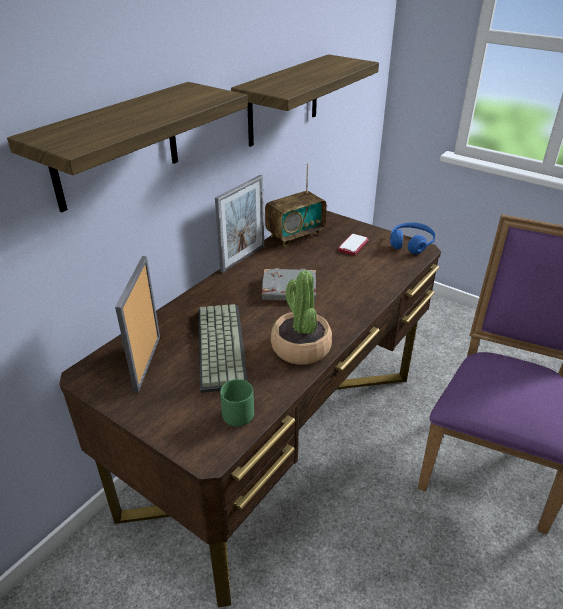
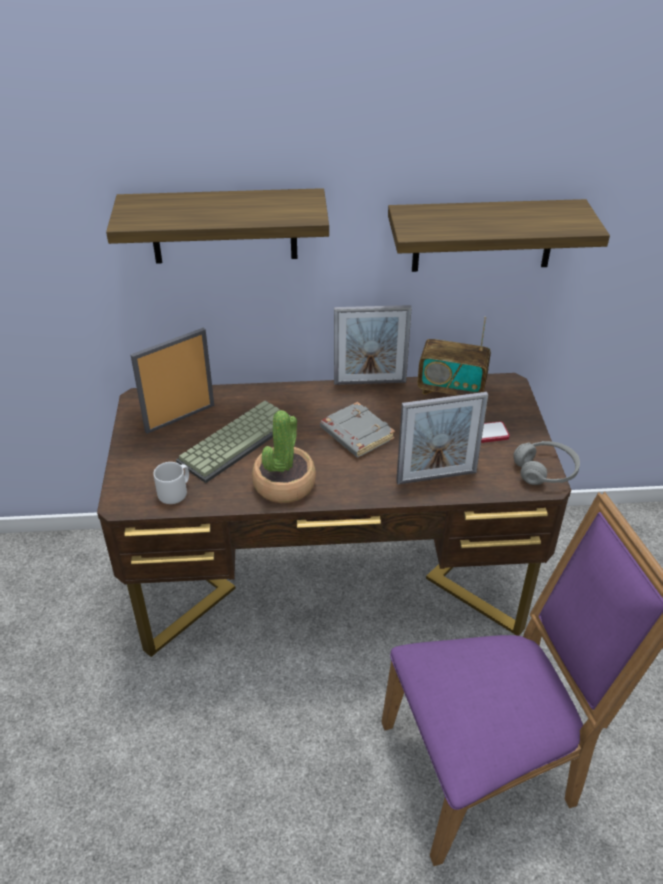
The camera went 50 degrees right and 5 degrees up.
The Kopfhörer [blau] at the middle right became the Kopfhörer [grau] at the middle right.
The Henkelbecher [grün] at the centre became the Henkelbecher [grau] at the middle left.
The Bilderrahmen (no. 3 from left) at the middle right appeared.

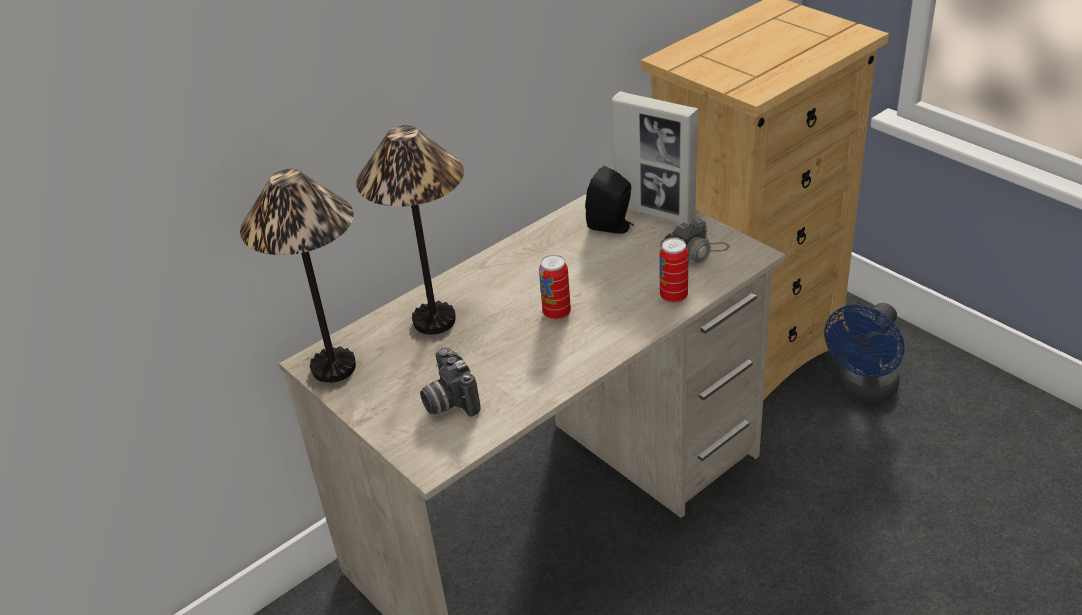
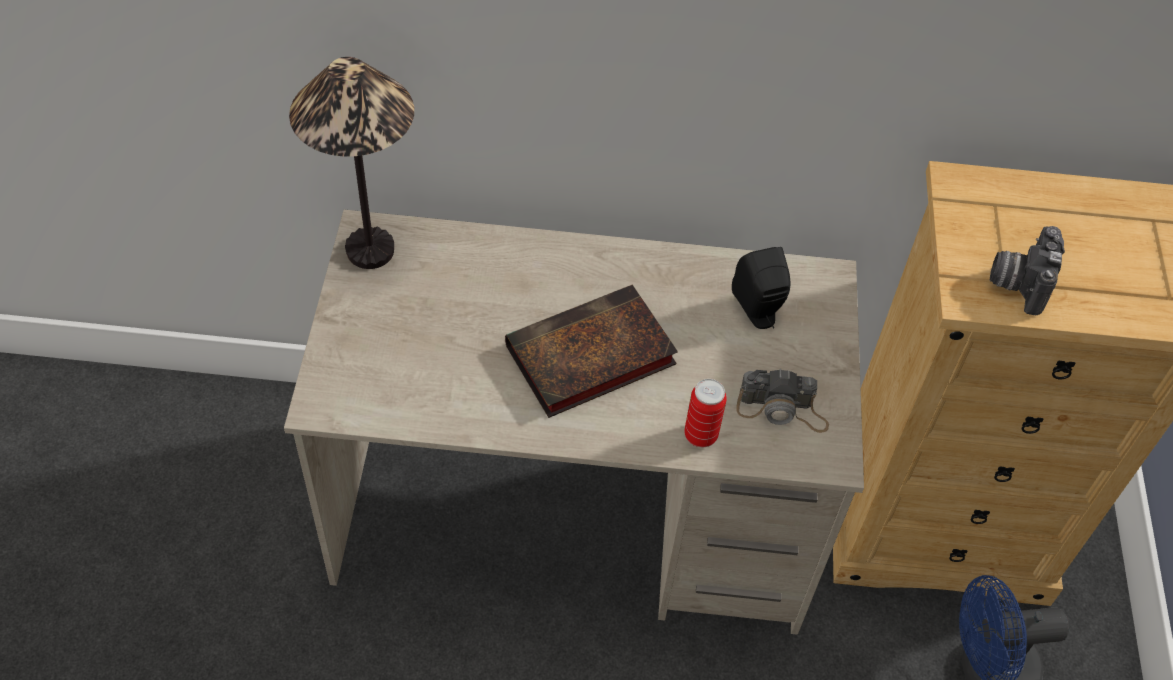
The camera went 40 degrees right and 15 degrees up.
The Bilderrahmen at the top centre disappeared.
The Tischlampe (no. 2 from left) at the centre disappeared.
The Dose (no. 1 from left) at the centre was replaced by the Buch at the centre.
The Kamera (no. 1 from left in the first image) moved from the centre to the middle right.

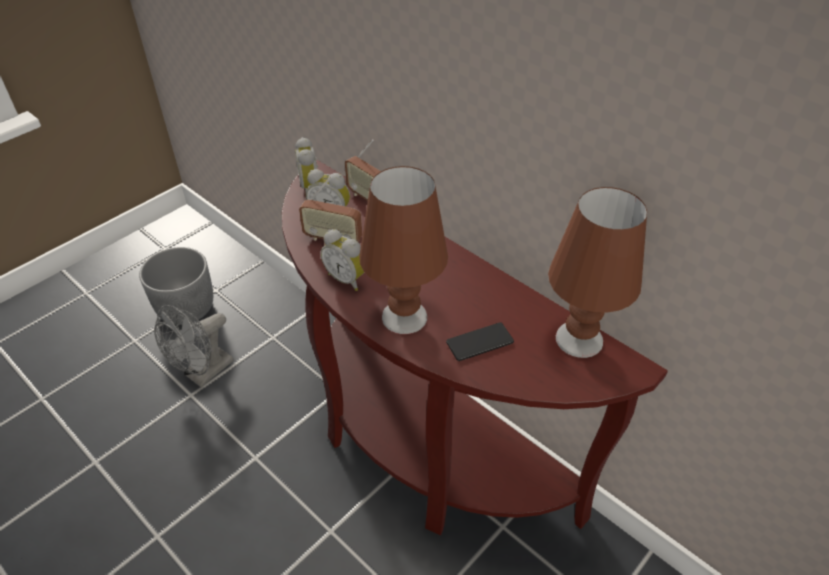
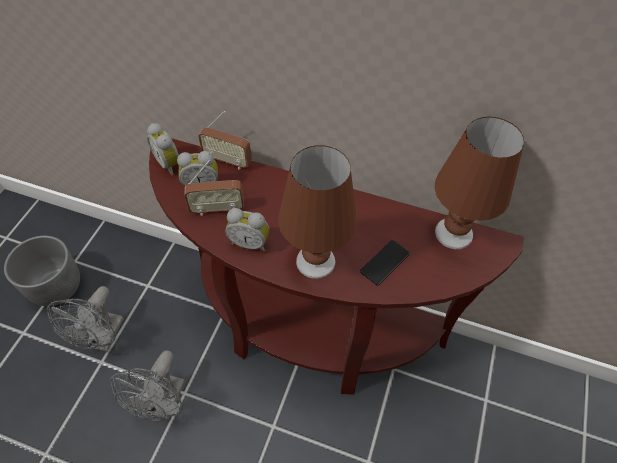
The camera went 25 degrees left and 10 degrees up.
The Ventilator [grau] (no. 2 from left) at the bottom left appeared.

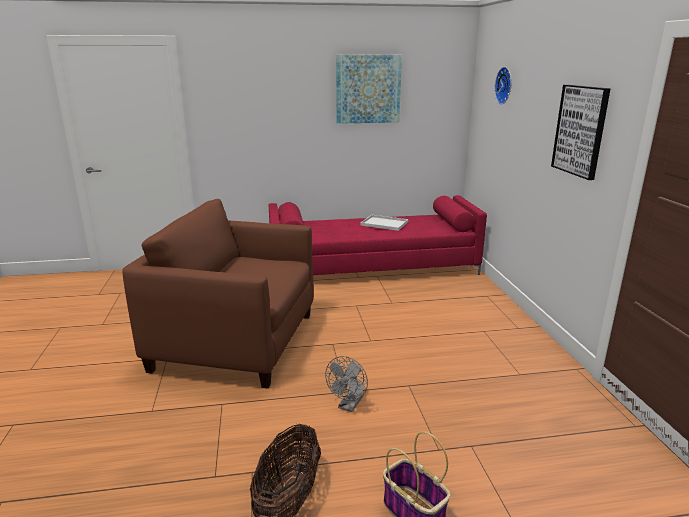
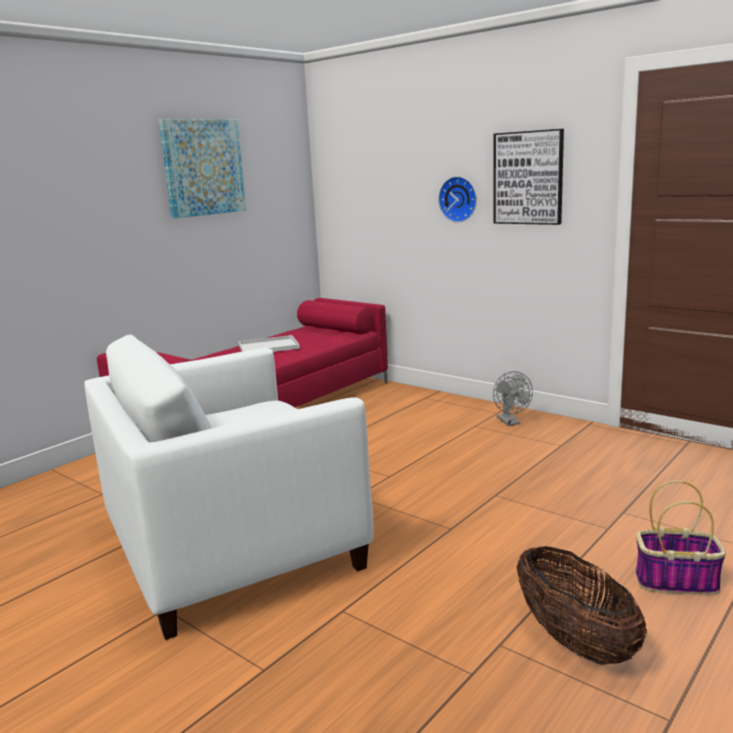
The camera went 40 degrees left and 5 degrees down.
The Wanduhr moved from the top right to the top centre.
The Sessel [braun] at the middle left became the Sessel [weiß] at the middle left.
The Ventilator [grau] moved from the bottom centre to the middle right.

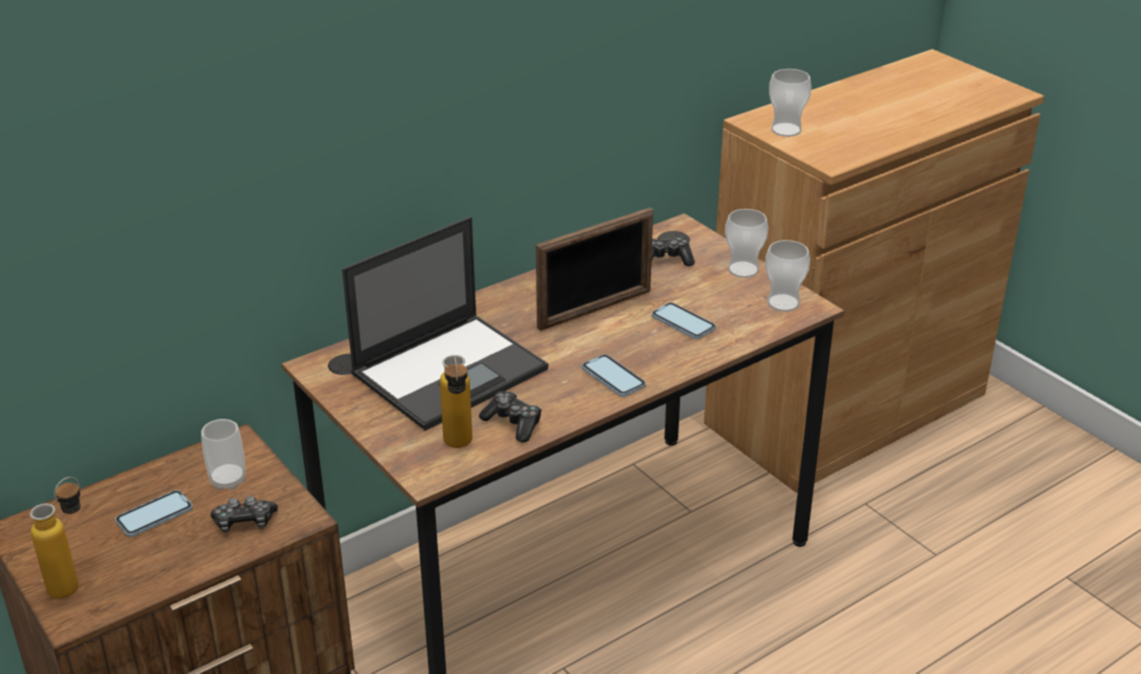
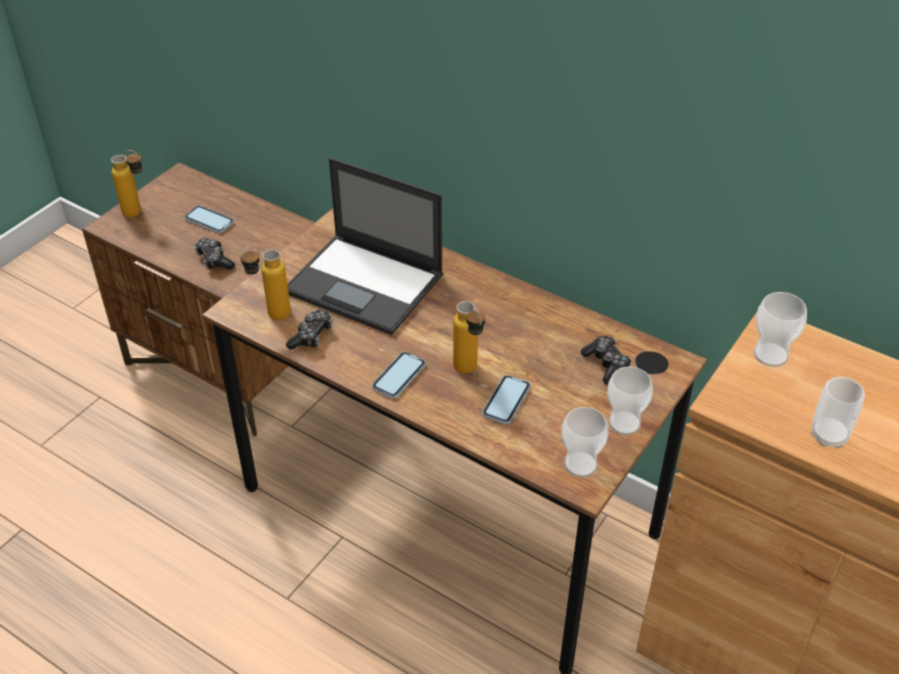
The camera went 70 degrees right and 10 degrees up.
The Bilderrahmen at the centre disappeared.
The Tasse (no. 1 from left in the first image) moved from the bottom left to the middle right.
The Flasche (no. 3 from left) at the centre appeared.

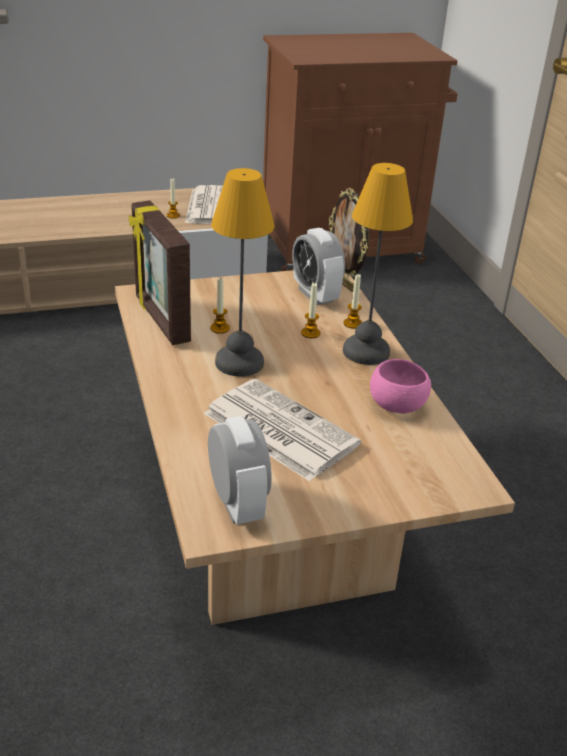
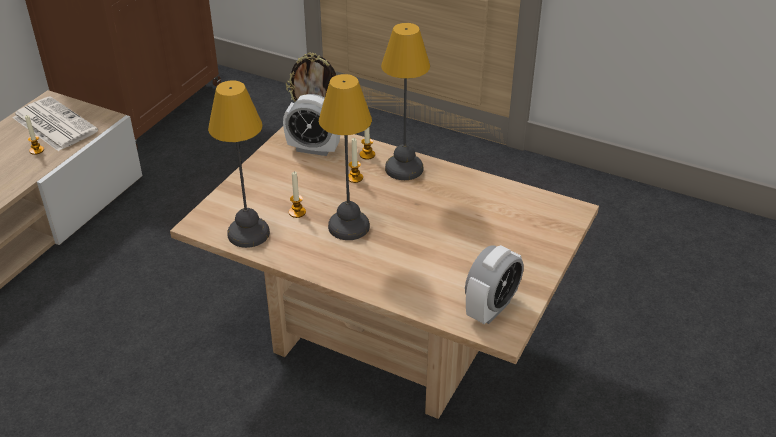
The camera went 45 degrees left and 5 degrees up.
The Bilderrahmen (no. 1 from left) at the middle left was replaced by the Tischlampe (no. 1 from left) at the middle left.
The Schüssel [rosa] at the middle right disappeared.
The Zeitung (no. 2 from left) at the centre disappeared.
The Wecker (no. 1 from left in the first image) at the centre turned 105 degrees clockwise.

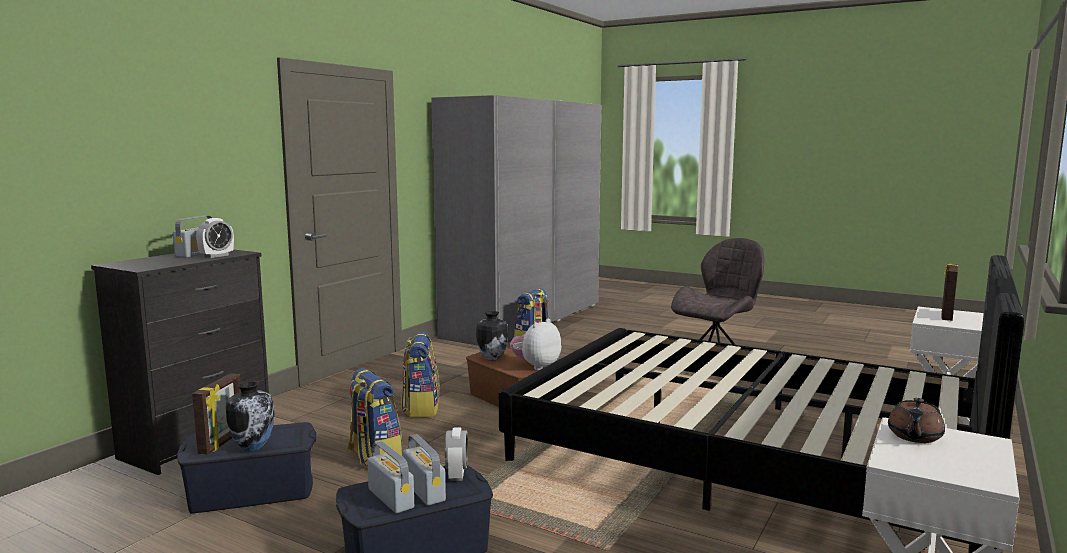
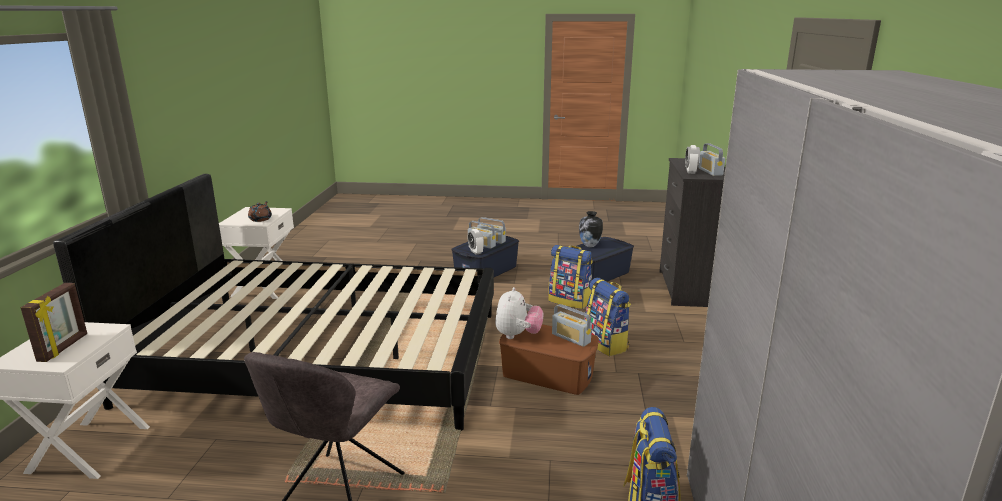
The camera went 155 degrees right and 10 degrees up.
The Vase (no. 2 from left) at the centre was replaced by the Radio (no. 3 from left) at the centre.
The Bilderrahmen (no. 1 from left) at the bottom left disappeared.

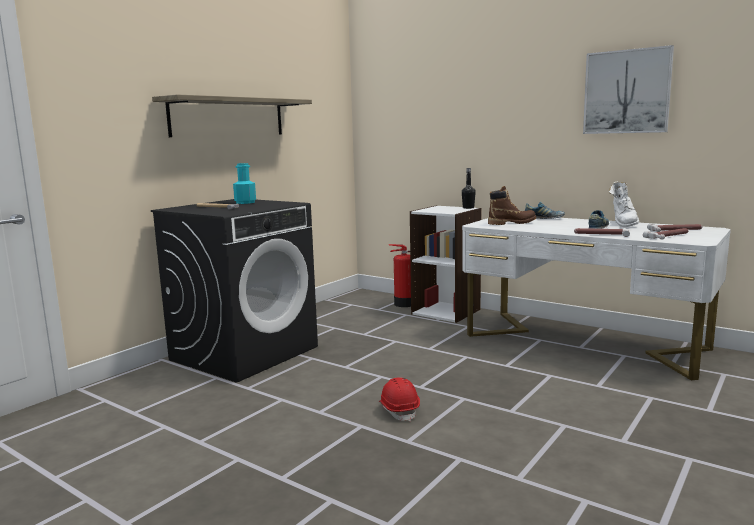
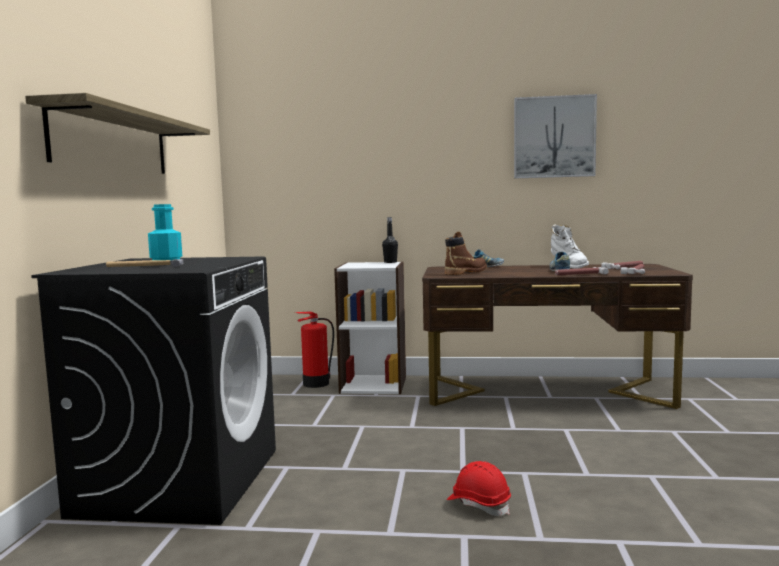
The camera went 30 degrees left and 5 degrees down.
The Schreibtisch [weiß] at the middle right became the Schreibtisch [braun] at the middle right.

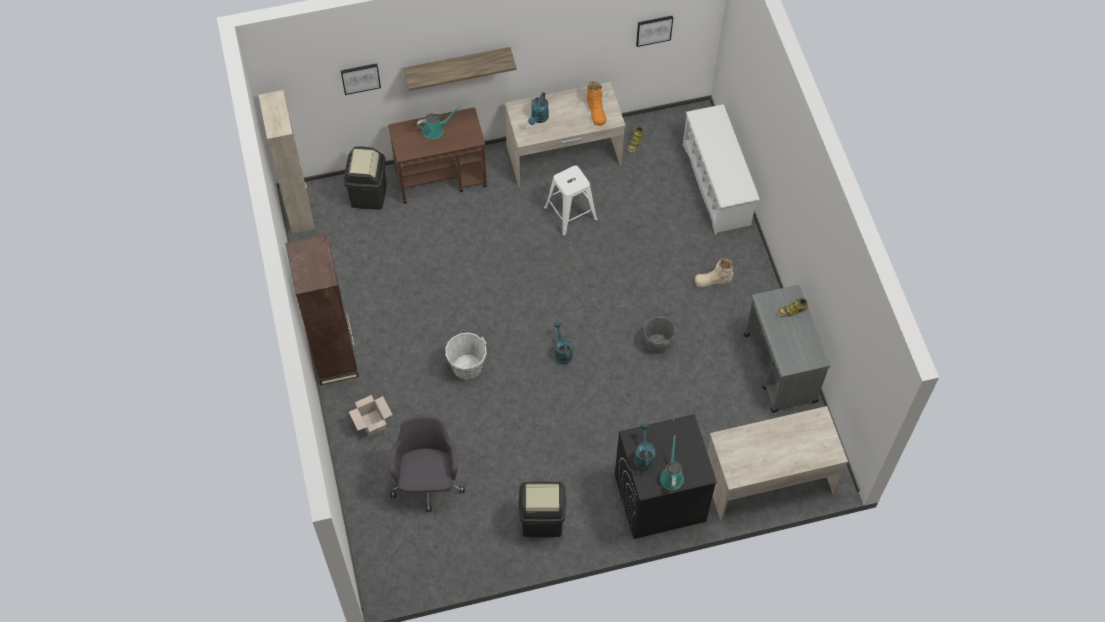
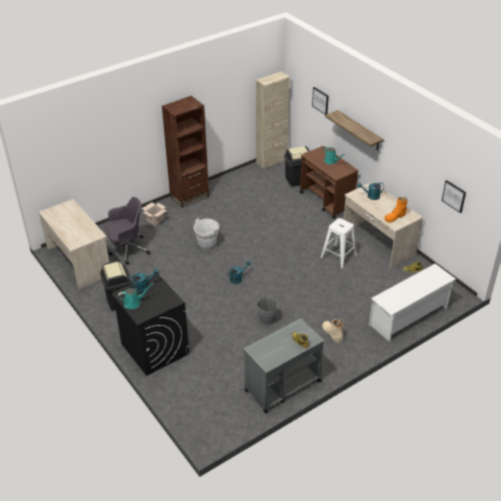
The camera went 70 degrees right and 20 degrees down.
The Schreibtisch [beige] (no. 2 from left in the first image) moved from the bottom right to the middle left.

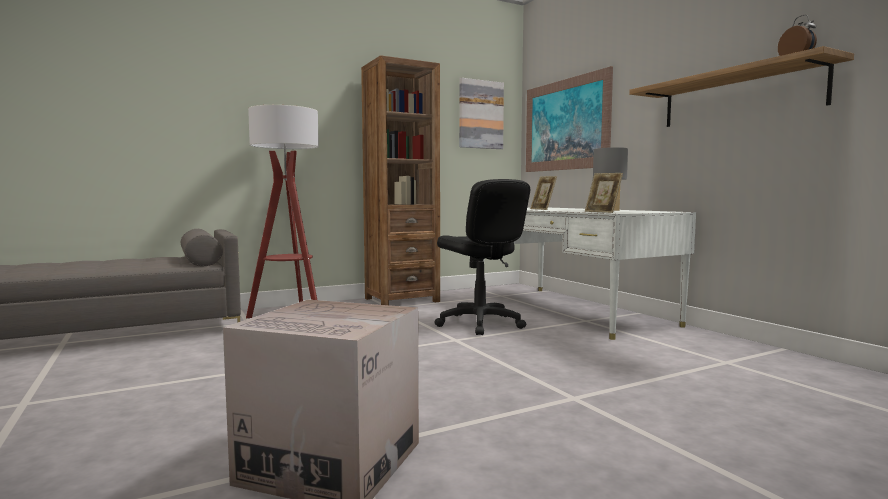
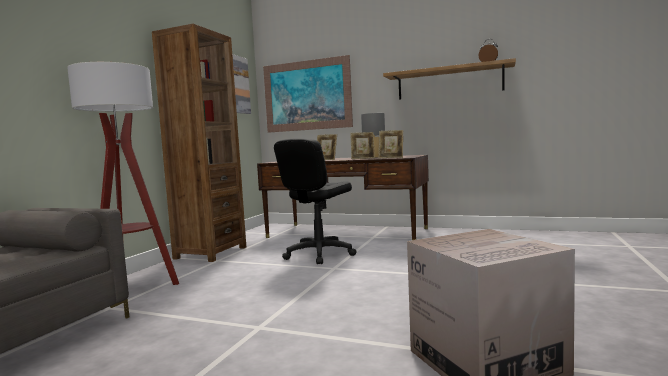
The camera went 40 degrees left and 0 degrees up.
The Bürostuhl [schwarz] at the centre turned 105 degrees clockwise.
The Schreibtisch [weiß] at the centre became the Schreibtisch [braun] at the centre.
The Bilderrahmen (no. 2 from left) at the centre appeared.

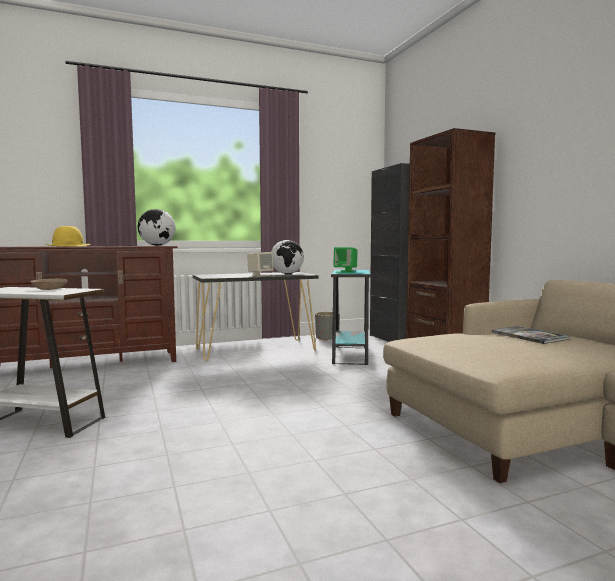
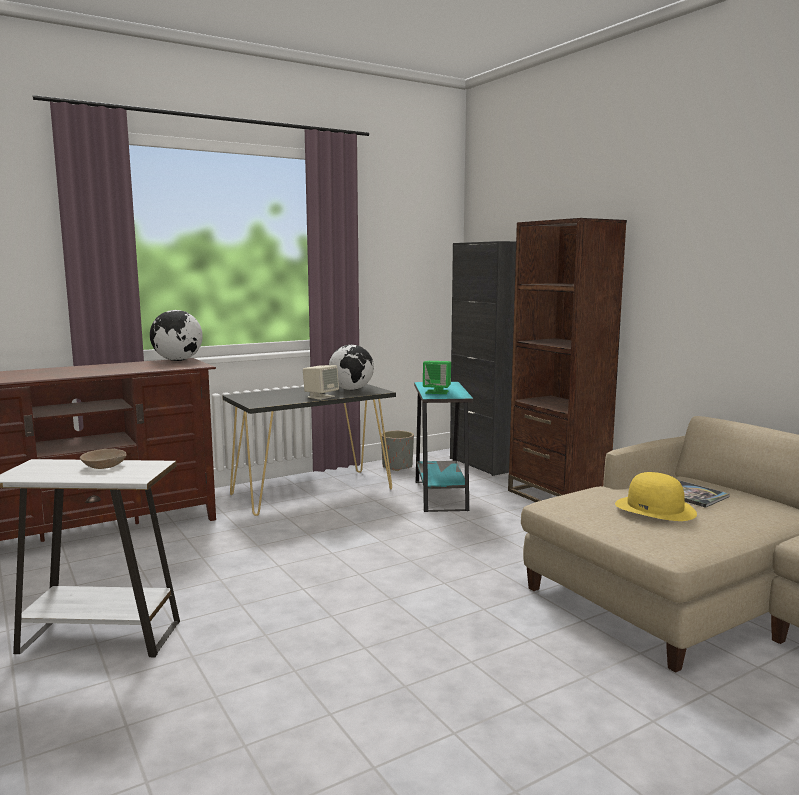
The camera went 10 degrees left and 5 degrees up.
The Hut [gelb] moved from the middle left to the middle right.

